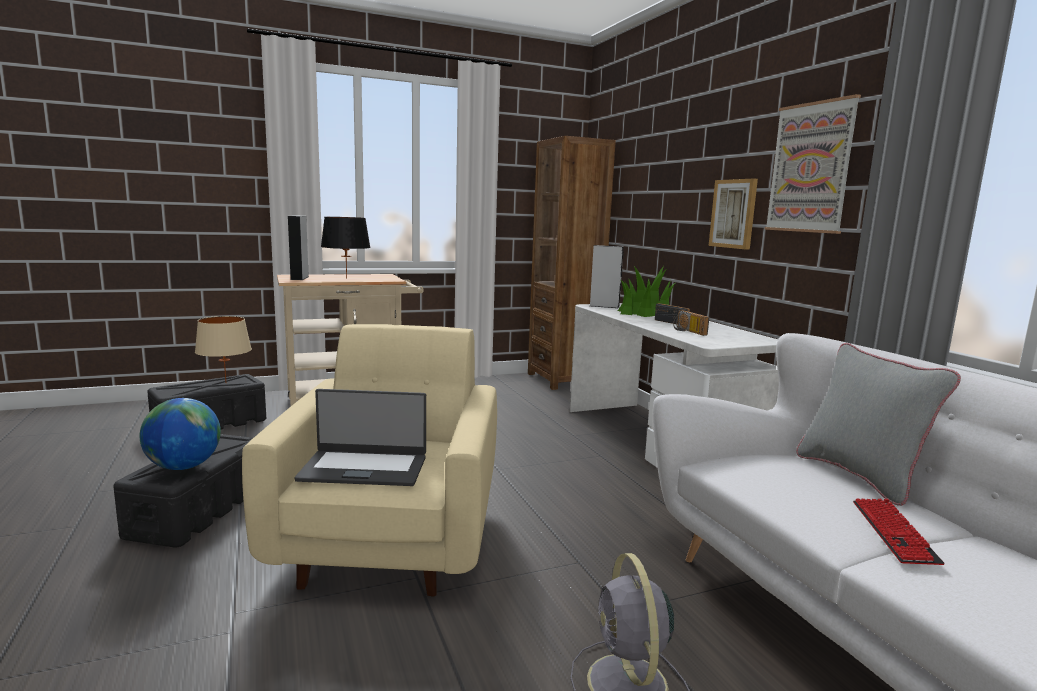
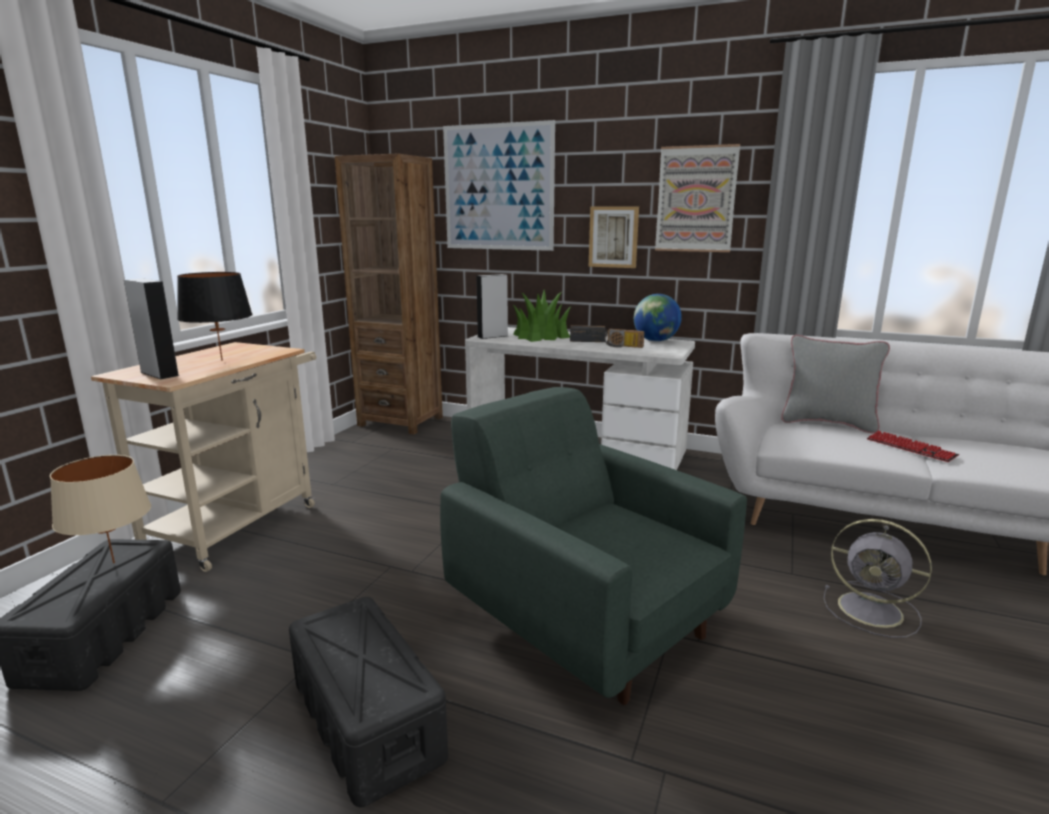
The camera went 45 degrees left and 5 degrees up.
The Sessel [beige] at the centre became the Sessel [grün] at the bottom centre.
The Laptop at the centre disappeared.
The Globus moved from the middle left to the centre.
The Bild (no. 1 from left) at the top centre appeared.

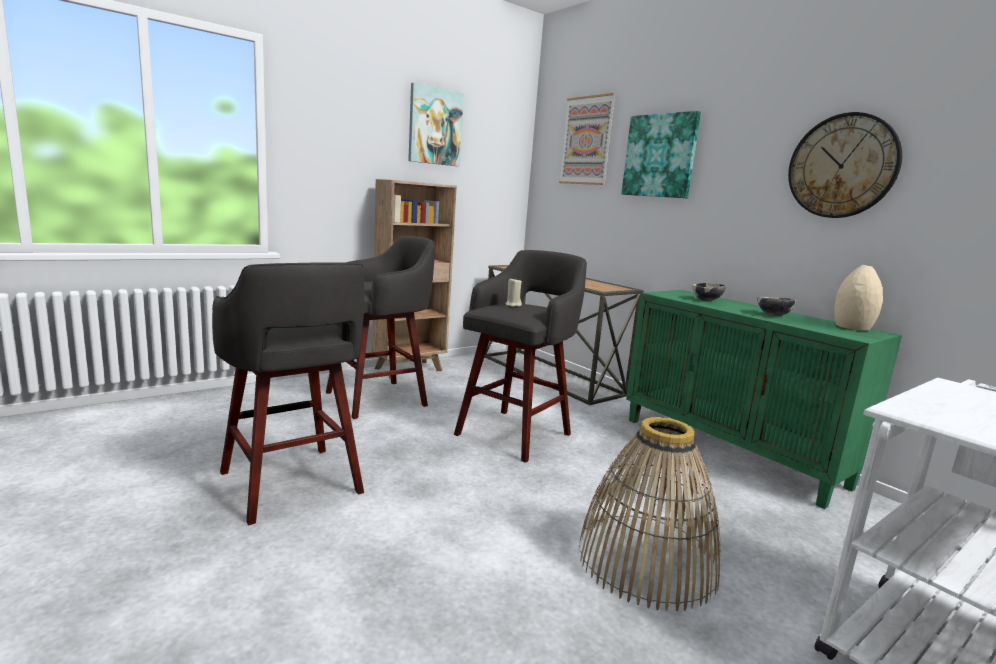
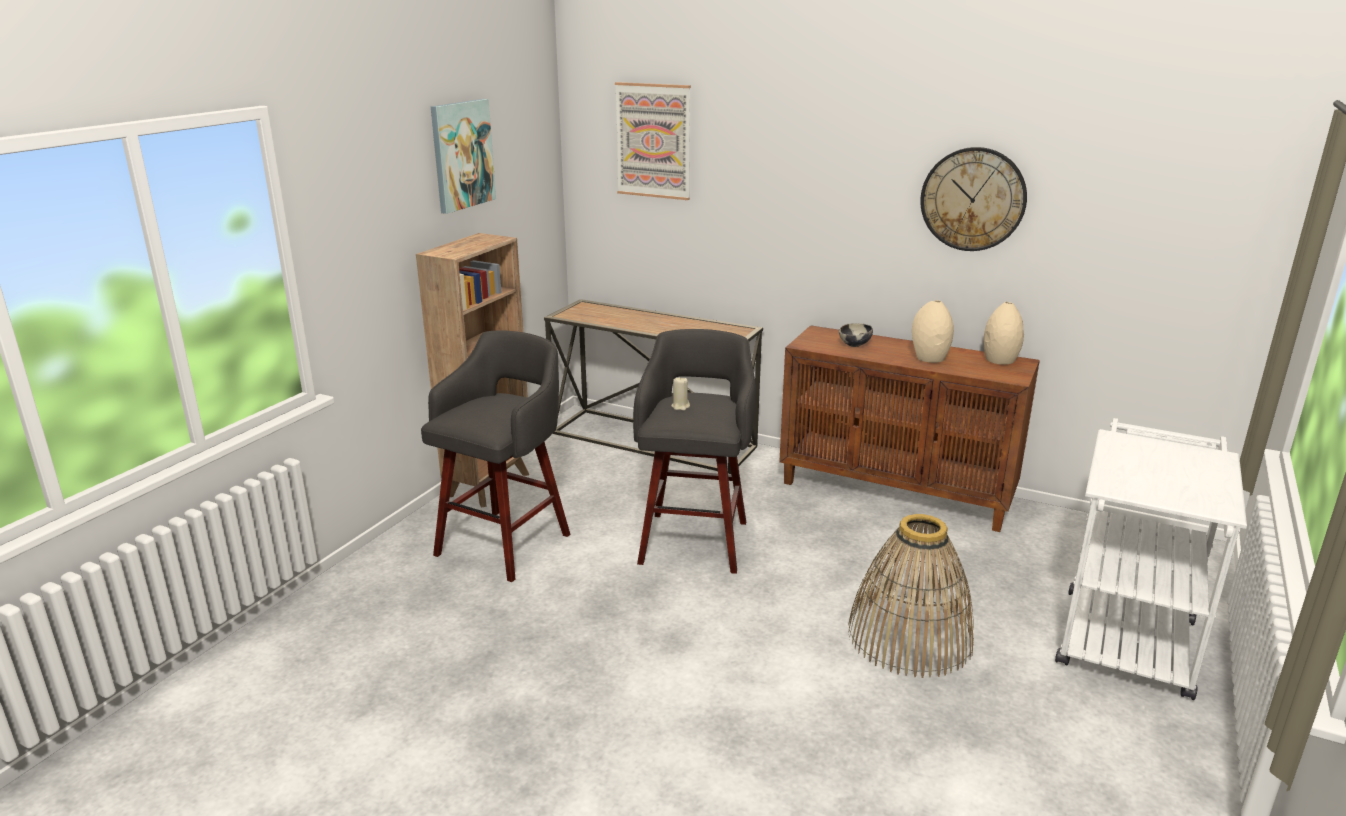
The camera went 25 degrees left and 10 degrees up.
The Bild (no. 3 from left) at the top centre disappeared.
The Hocker [grau] (no. 1 from left) at the middle left disappeared.
The Schrank [grün] at the middle right became the Schrank [braun] at the middle right.
The Schüssel (no. 2 from left) at the middle right was replaced by the Vase [beige] (no. 1 from left) at the middle right.

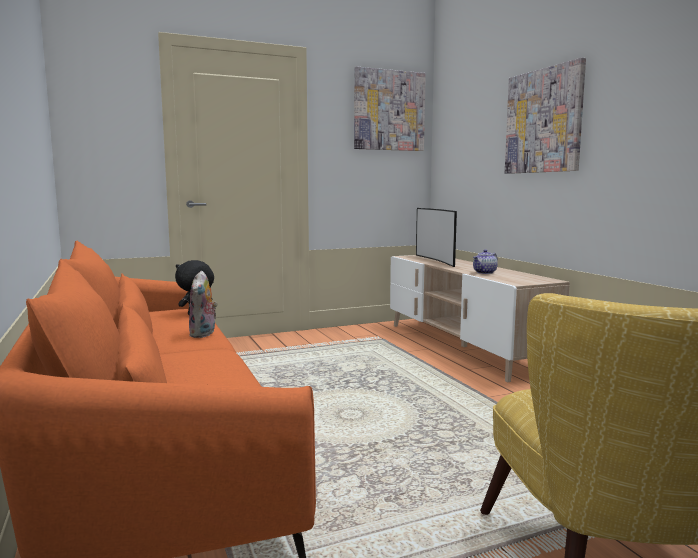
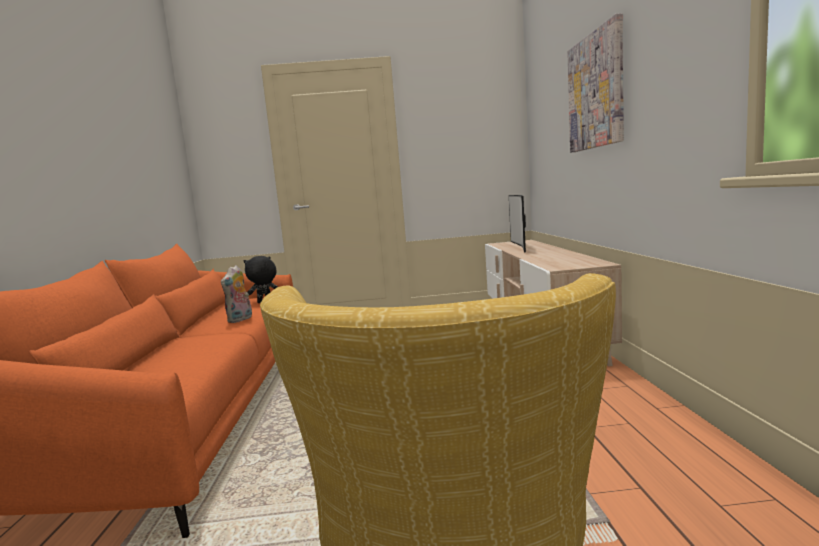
The camera went 20 degrees right and 0 degrees up.
The Bild (no. 1 from left) at the top centre disappeared.
The Teekanne at the middle right disappeared.

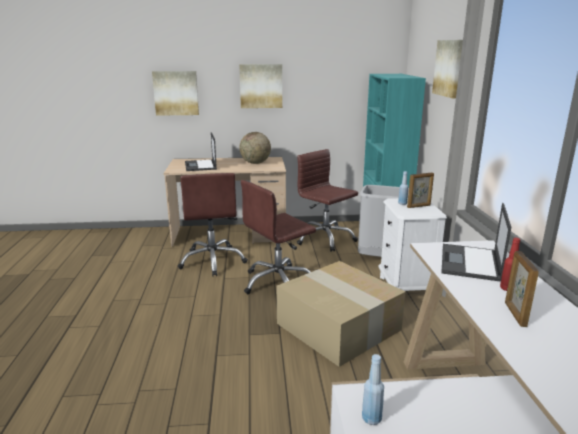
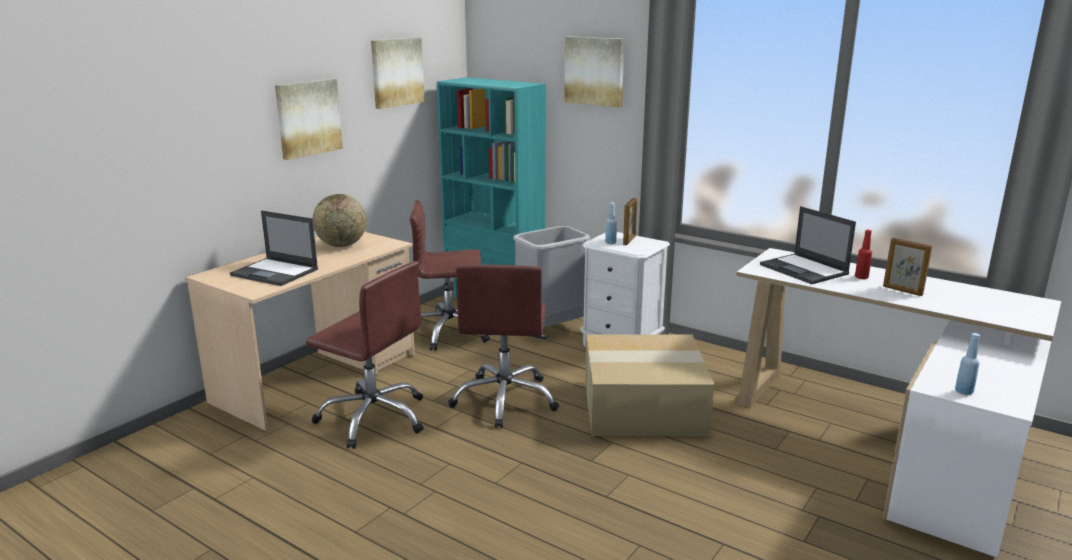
The camera went 50 degrees left and 0 degrees up.
The Bild (no. 1 from left in the first image) moved from the top left to the top centre.

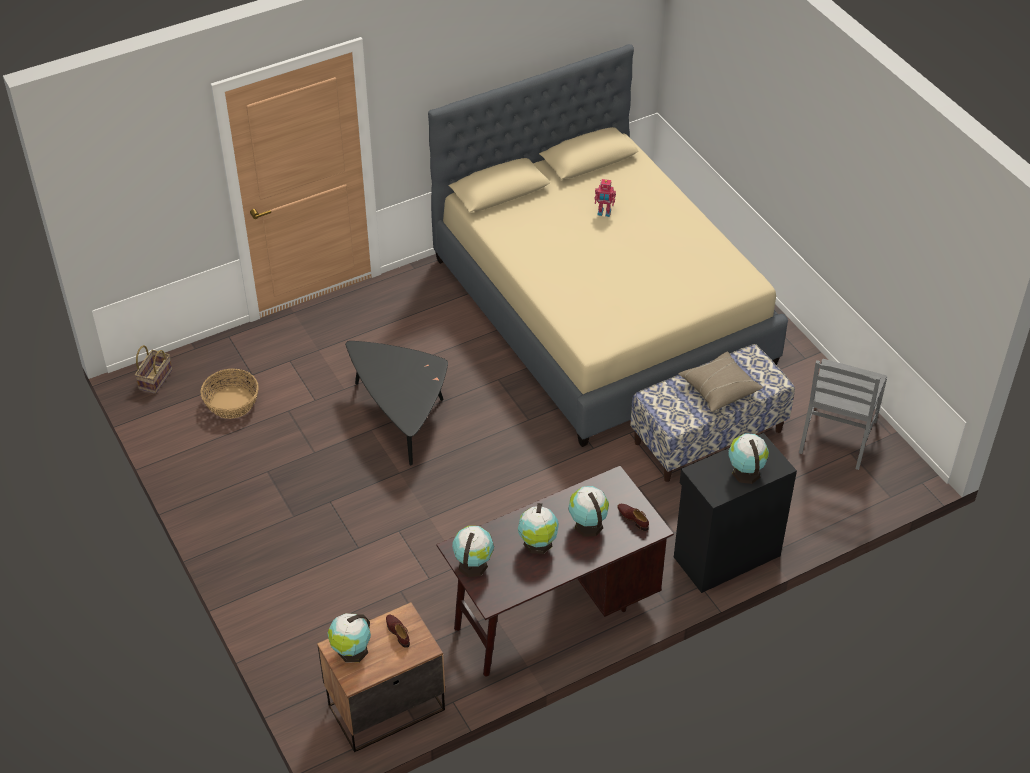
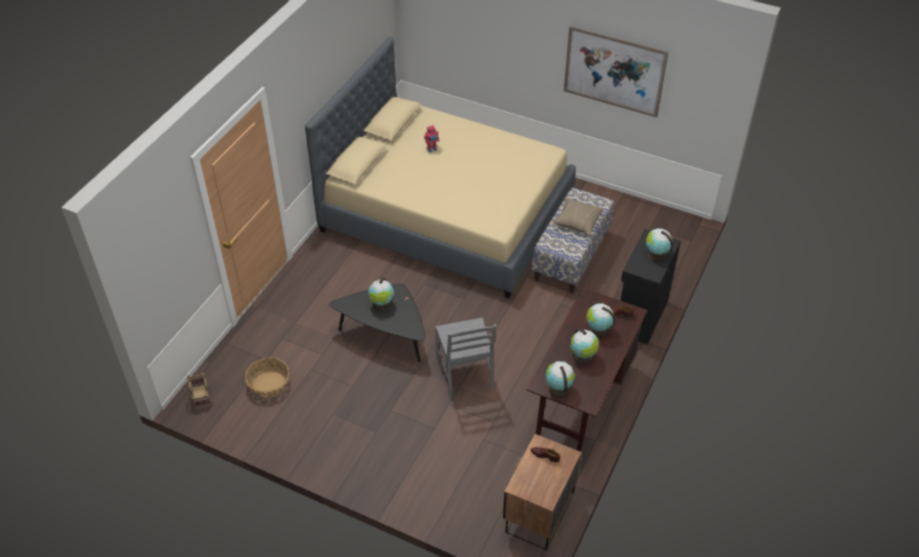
The camera went 35 degrees left and 0 degrees up.
The Stuhl [grau] moved from the middle right to the centre.
The Globus (no. 1 from left) moved from the bottom centre to the centre.
The Bild at the top right appeared.

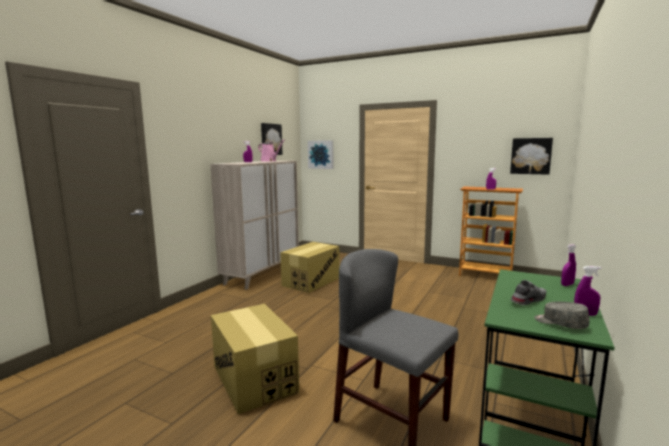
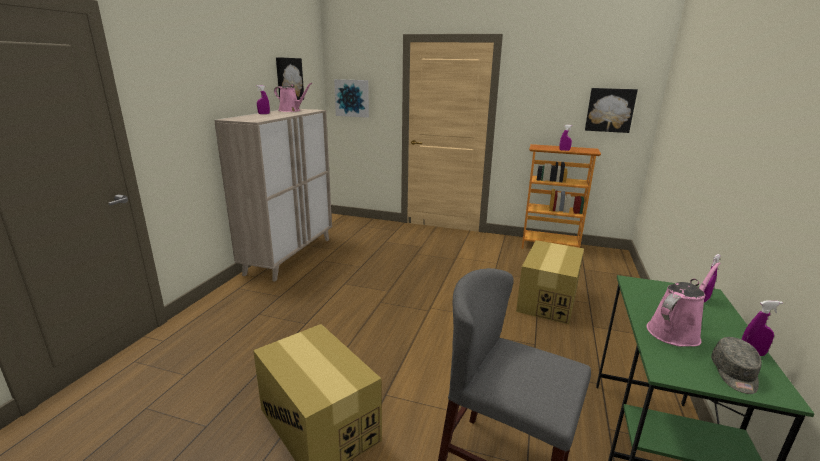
The camera went 10 degrees left and 10 degrees up.
The Karton (no. 2 from left) moved from the centre to the middle right.
The Schuh [grau] at the middle right was replaced by the Gießkanne [rosa] (no. 2 from left) at the middle right.
The Kappe [grau] at the bottom right turned 105 degrees counterclockwise.

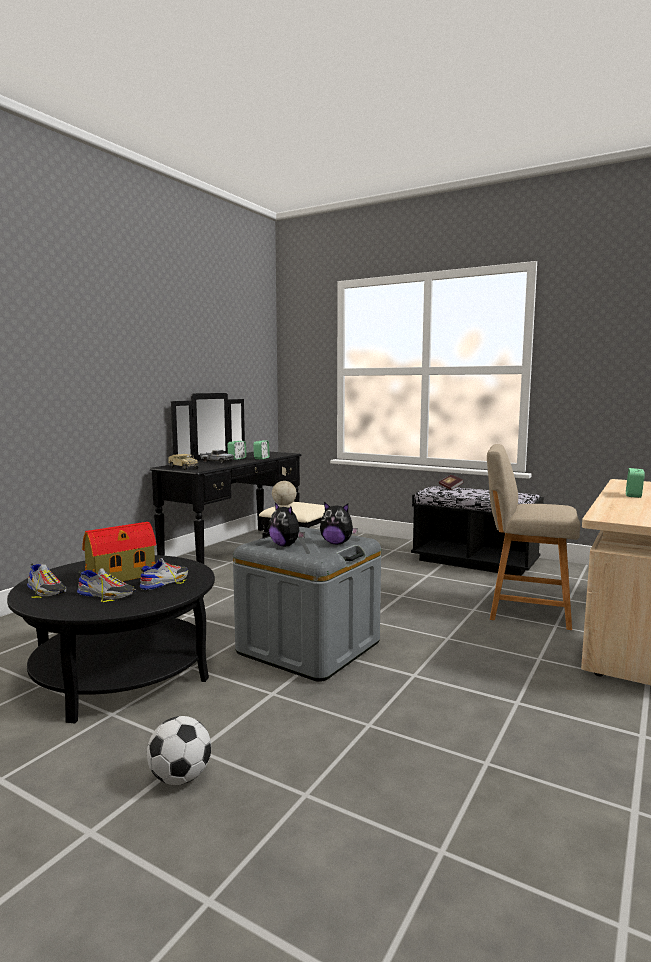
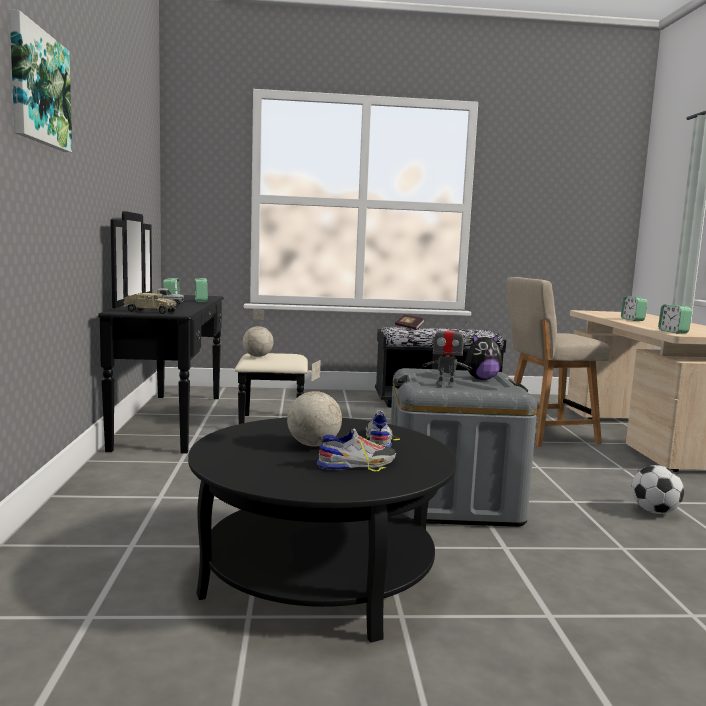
The camera went 35 degrees left and 0 degrees up.
The Plüschtier (no. 1 from left) at the centre was replaced by the Spielzeugroboter at the centre.
The Spielzeughaus at the middle left was replaced by the Globus (no. 2 from left) at the centre.
The Schuh (no. 1 from left) at the middle left disappeared.
The Fußball moved from the bottom left to the bottom right.
The Bild at the top left appeared.
The Wecker (no. 4 from left) at the middle right appeared.

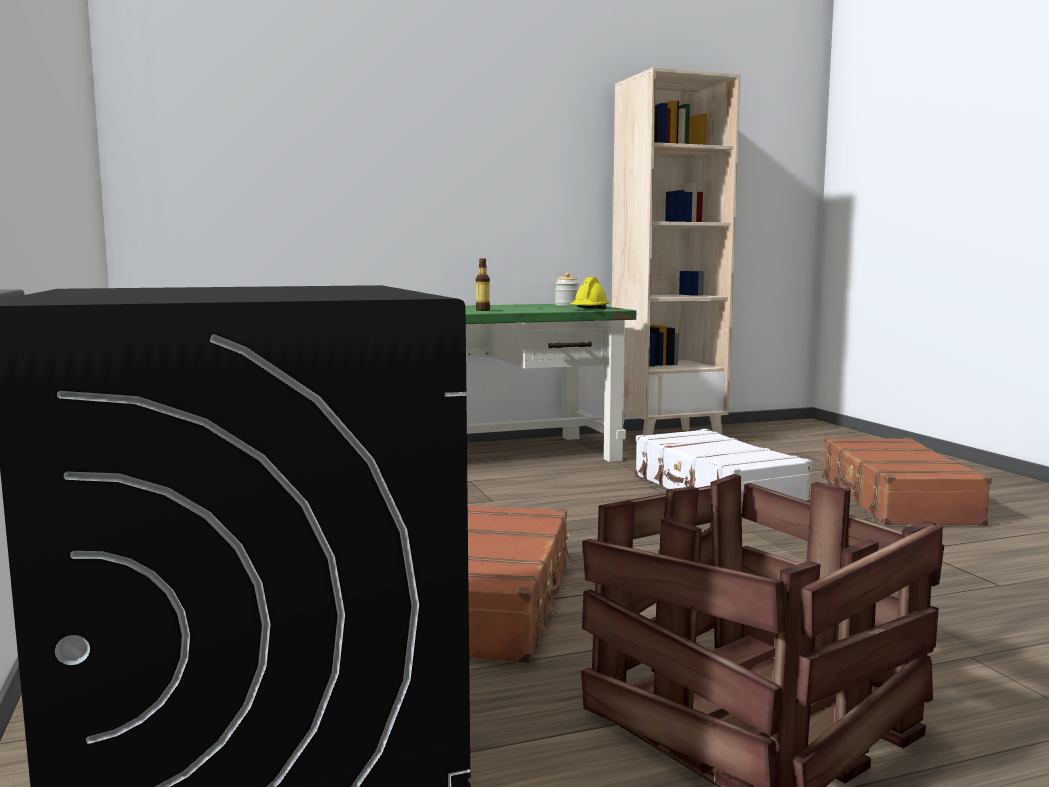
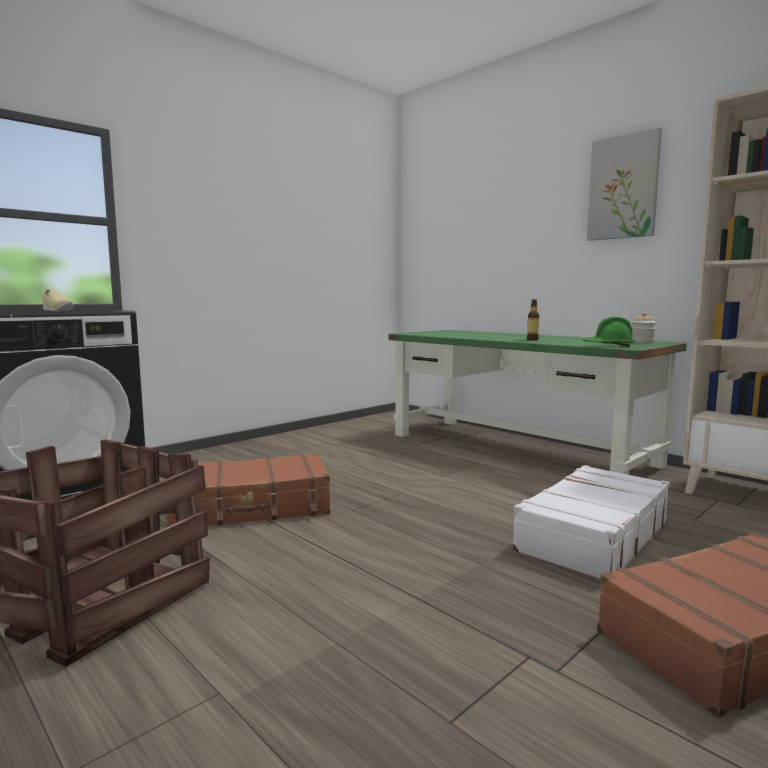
The camera went 65 degrees right and 0 degrees up.
The Schutzhelm [gelb] at the centre became the Schutzhelm [grün] at the middle right.
The Bild at the top right appeared.
The Schuh [beige] at the middle left appeared.

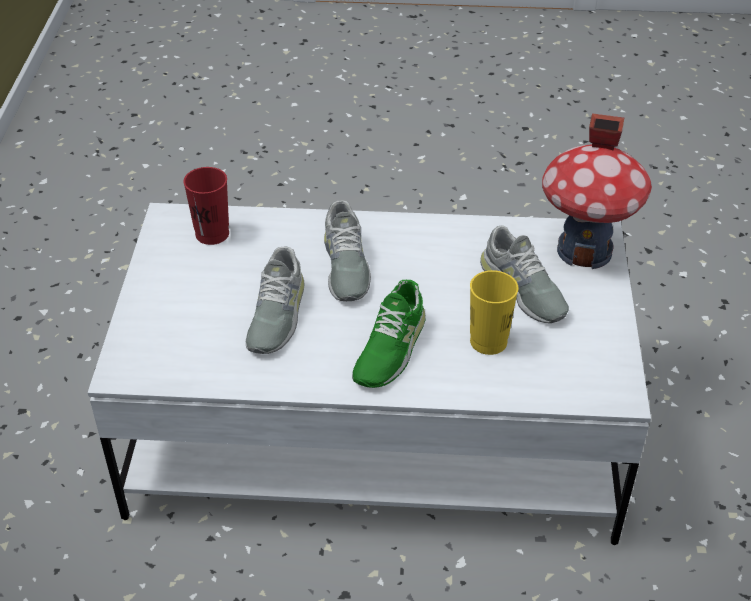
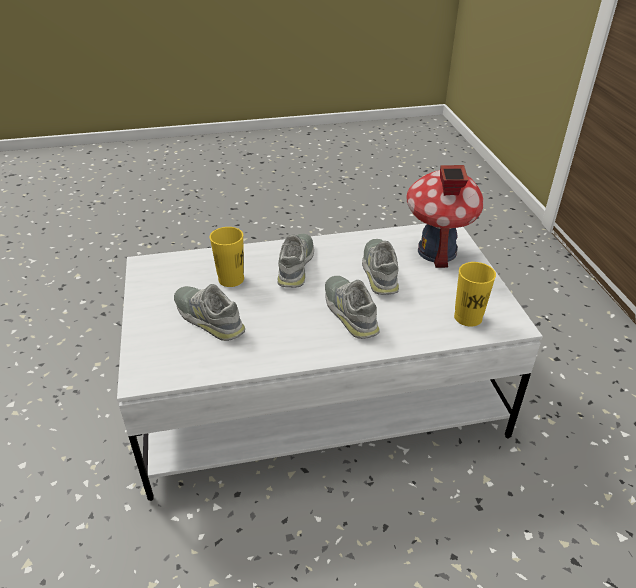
The camera went 165 degrees right and 5 degrees down.
The Spielzeughaus moved from the top right to the middle right.
The Tasse [rot] at the middle left became the Tasse [gelb] (no. 2 from left) at the middle right.
The Schuh [grün] at the centre became the Schuh [grau] (no. 2 from left) at the centre.

